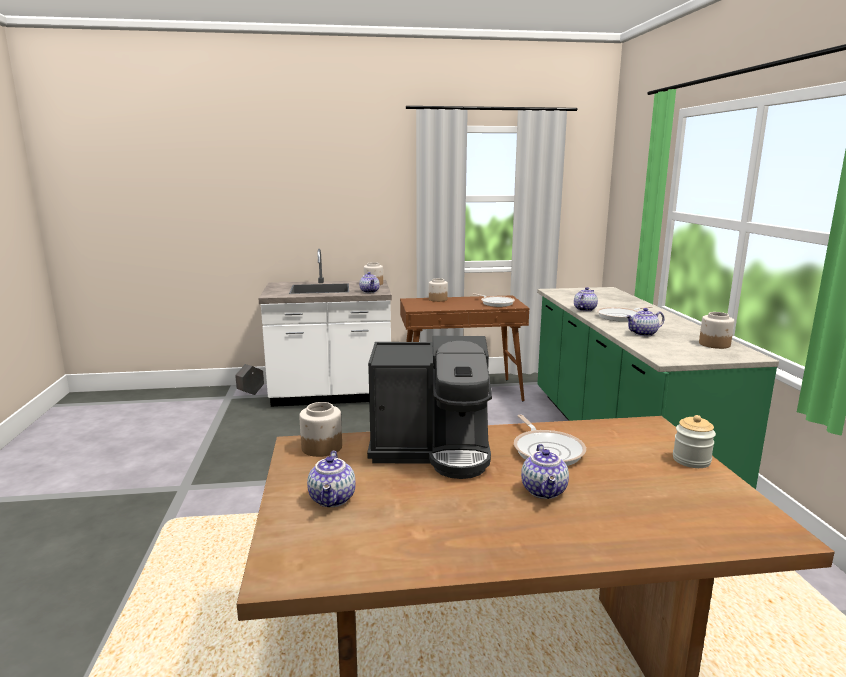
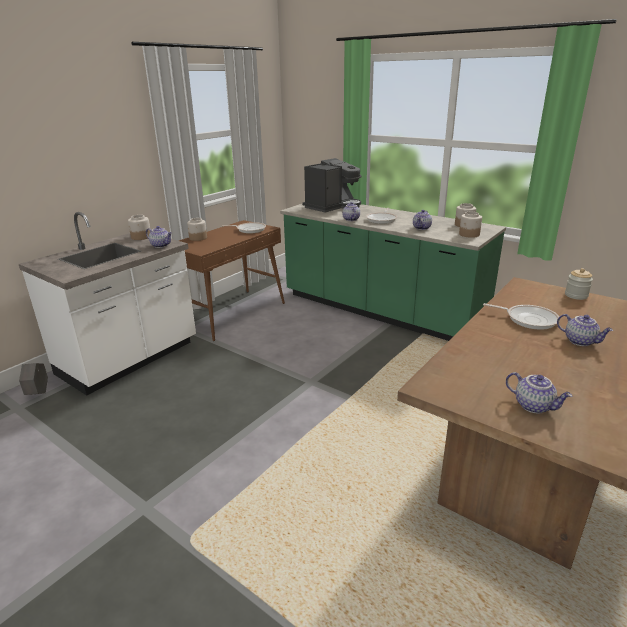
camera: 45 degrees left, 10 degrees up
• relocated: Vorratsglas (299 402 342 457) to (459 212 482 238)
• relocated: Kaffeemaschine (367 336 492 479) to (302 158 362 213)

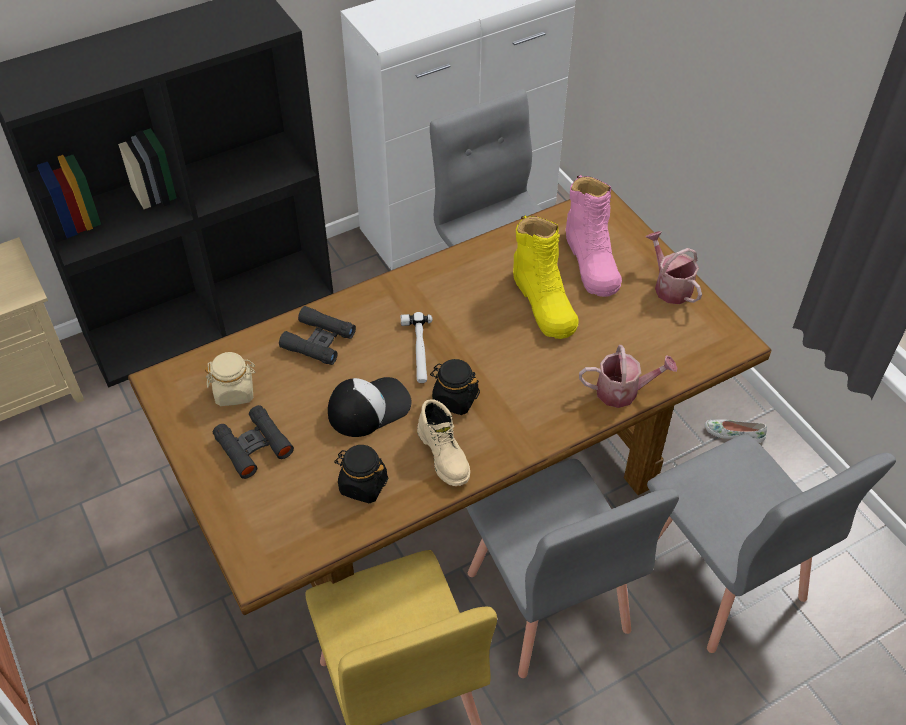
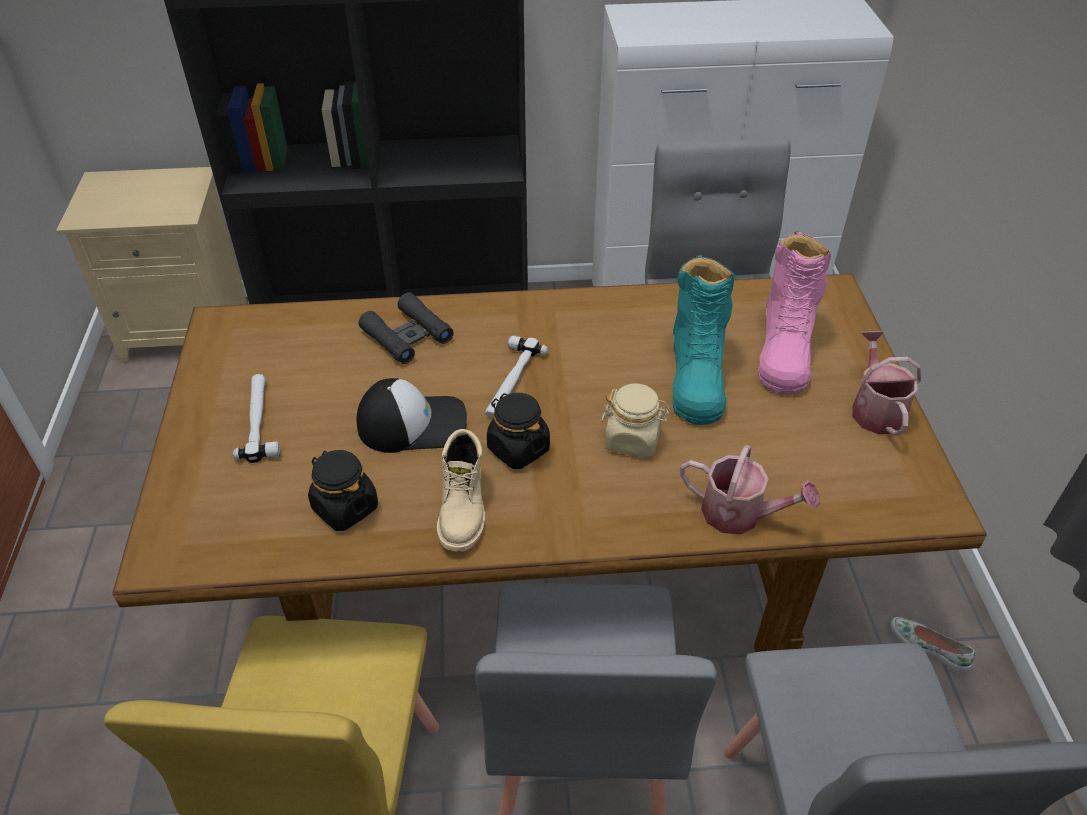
camera: 25 degrees right, 5 degrees down
• relocated: Vorratsglas [beige] (205 352 256 406) to (601 384 671 458)
• exchanged: Fernglas [schwarz] (213 405 294 479) to Hammer (233 374 281 463)
• colour: Stiefel [gelb] (513 215 579 339) to Stiefel [türkis] (673 255 734 425)

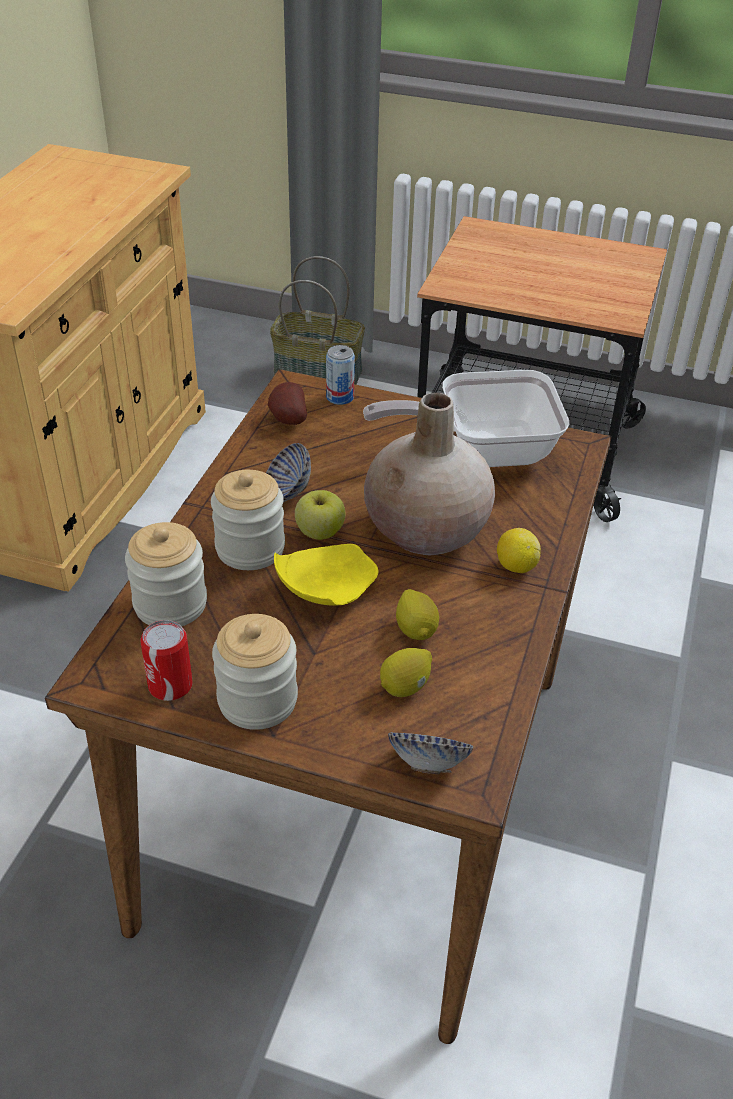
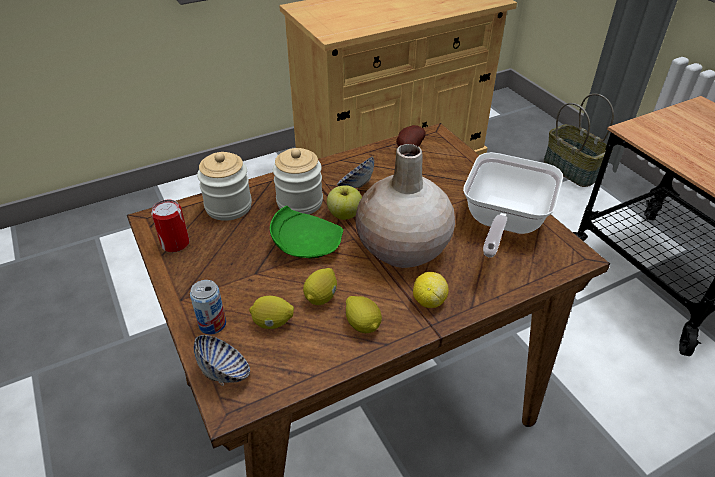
camera: 45 degrees right, 0 degrees up
• missing: Vorratsglas (212 614 298 730)
• colour: Teller [gelb] (274 544 379 606) to Teller [grün] (270 206 343 259)
• relocated: Dose (326 345 355 405) to (190 280 226 334)
• spun: Pfanne (363 370 570 467) = (463 152 563 258) 105 degrees counterclockwise
• appeared: Zitrone (346 296 382 333)

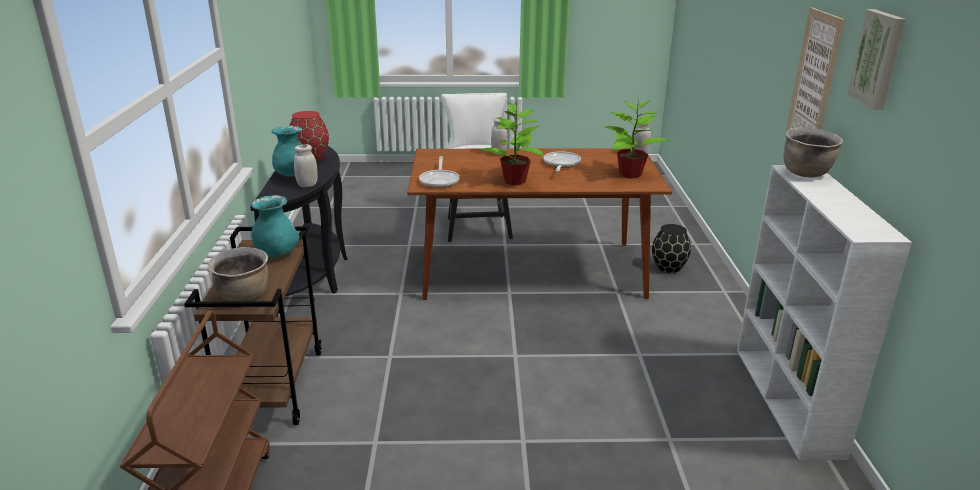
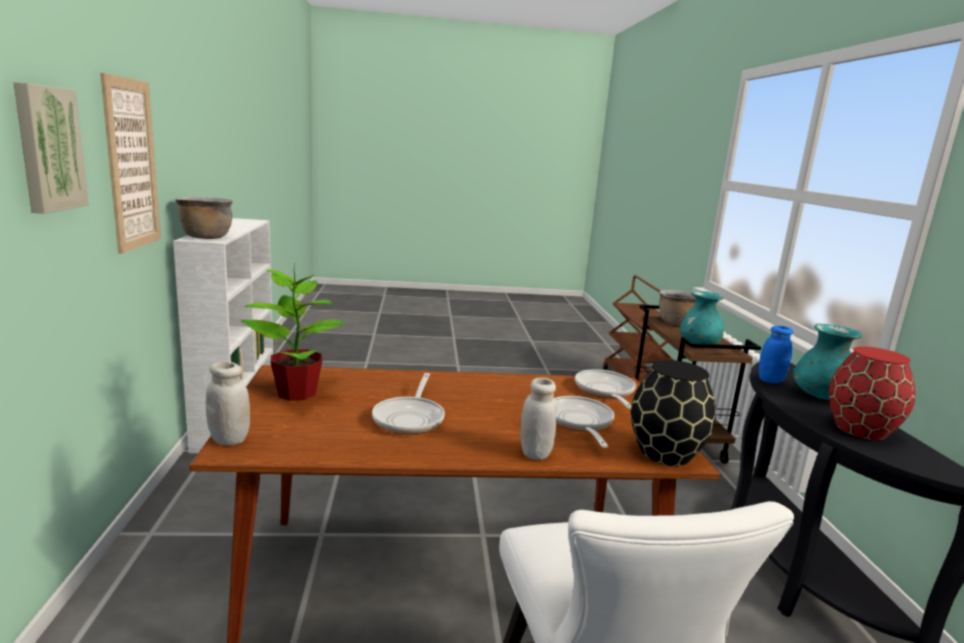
camera: 175 degrees right, 10 degrees down
• colour: Vorratsglas [weiß] (294 144 318 187) to Vorratsglas [blau] (759 326 793 384)
• missing: Topfpflanze (480 103 544 185)
• relocated: Vase [schwarz] (652 224 691 273) to (631 360 716 466)
• relocated: Bild (848 9 906 110) to (14 82 89 214)
• appeared: Pfanne (555 396 614 448)

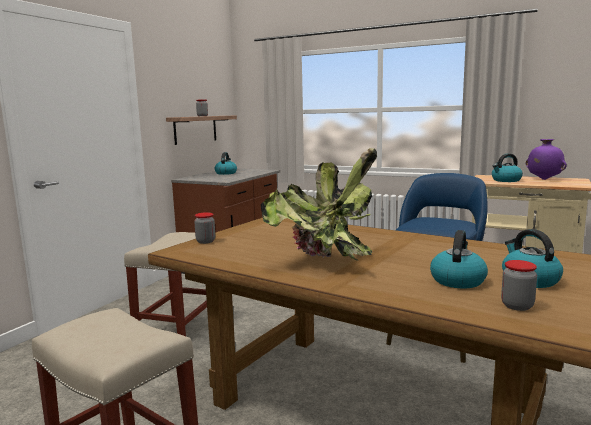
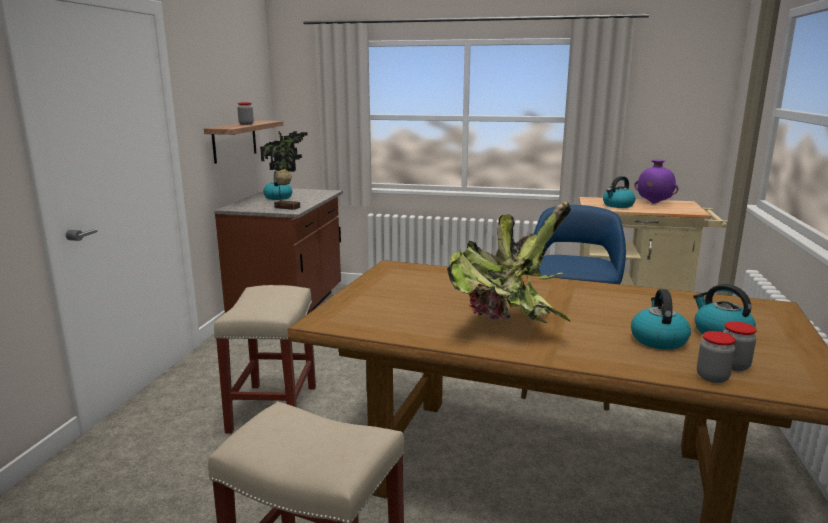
camera: 15 degrees left, 5 degrees up
• relocated: Vorratsglas (194 212 215 244) to (697 331 736 383)
• appeared: Topfpflanze (260 131 308 210)

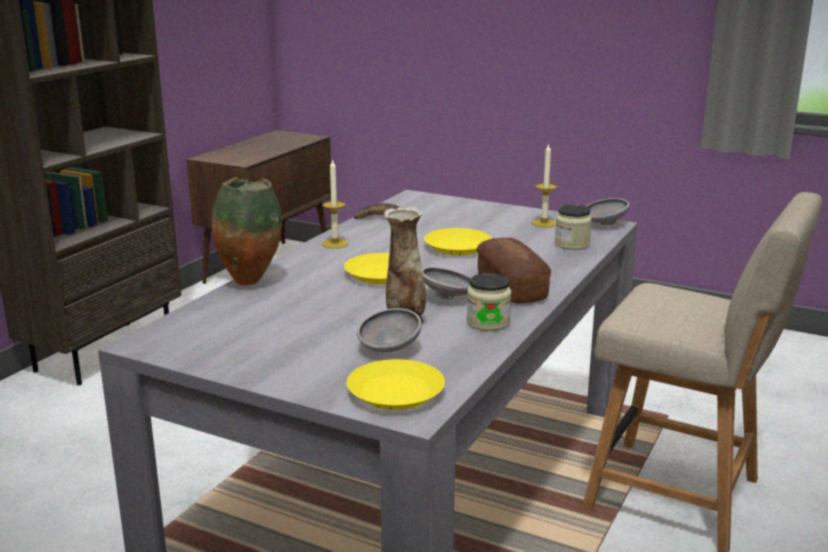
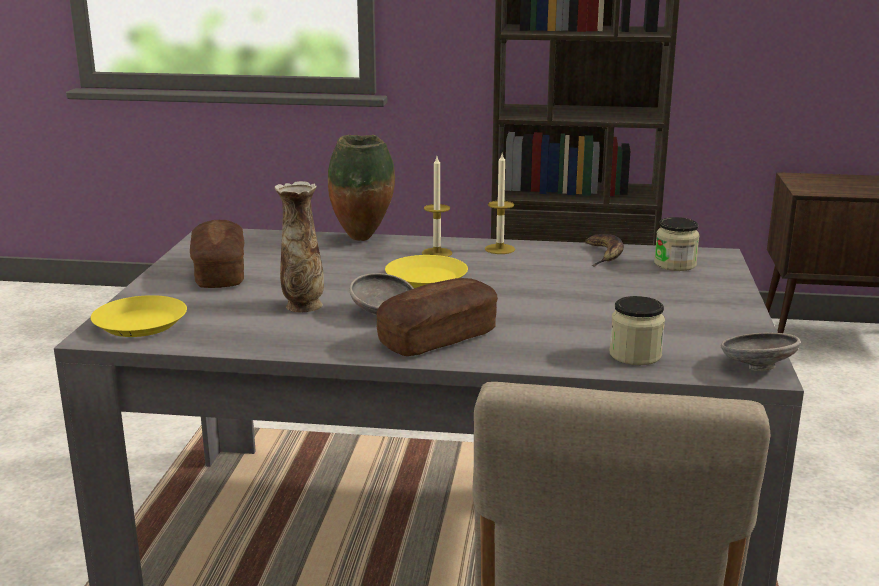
camera: 70 degrees right, 0 degrees up
• missing: Schüssel [grau] (357 308 422 352)
• missing: Teller [gelb] (424 228 492 255)
• relocated: Vorratsglas (467 273 511 331) to (654 217 700 271)
• relocated: Kerze (532 143 557 227) to (422 157 452 257)
• appeared: Brot (190 220 244 288)

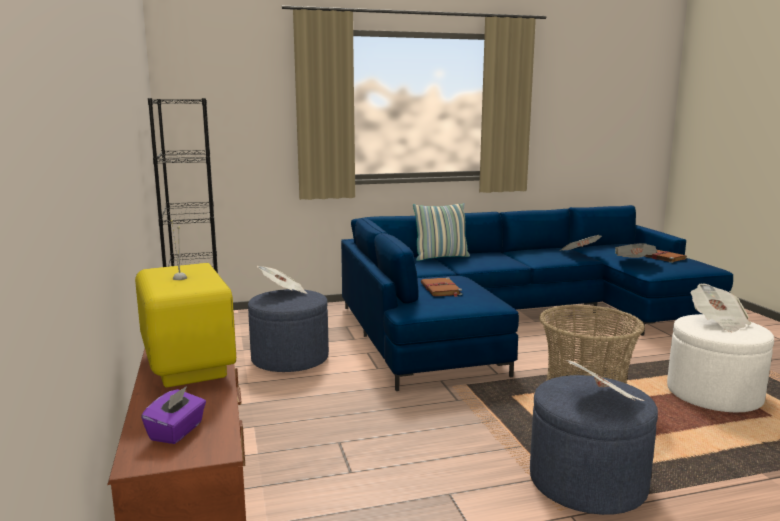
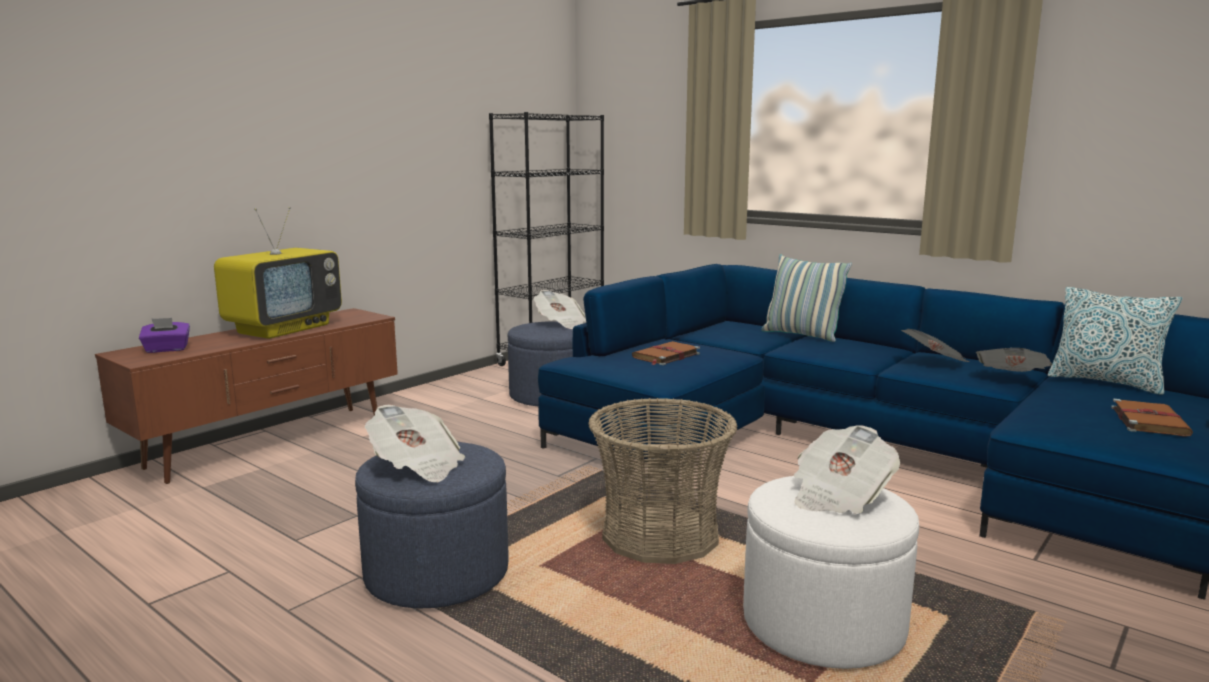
camera: 55 degrees right, 0 degrees up
• relocated: Zeitung (615 243 657 258) to (901 329 970 362)
• appeared: Kissen (1047 287 1183 395)

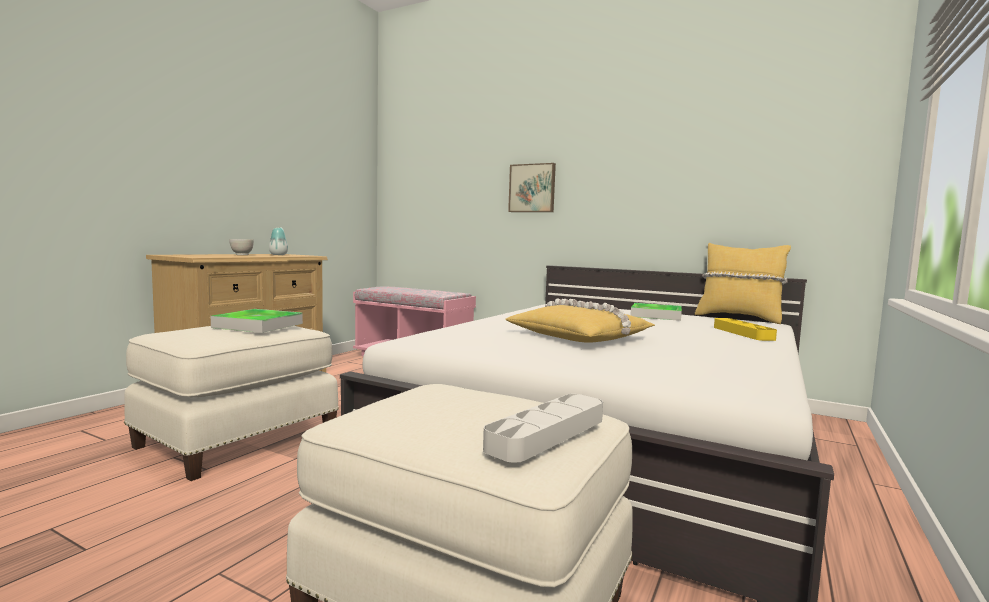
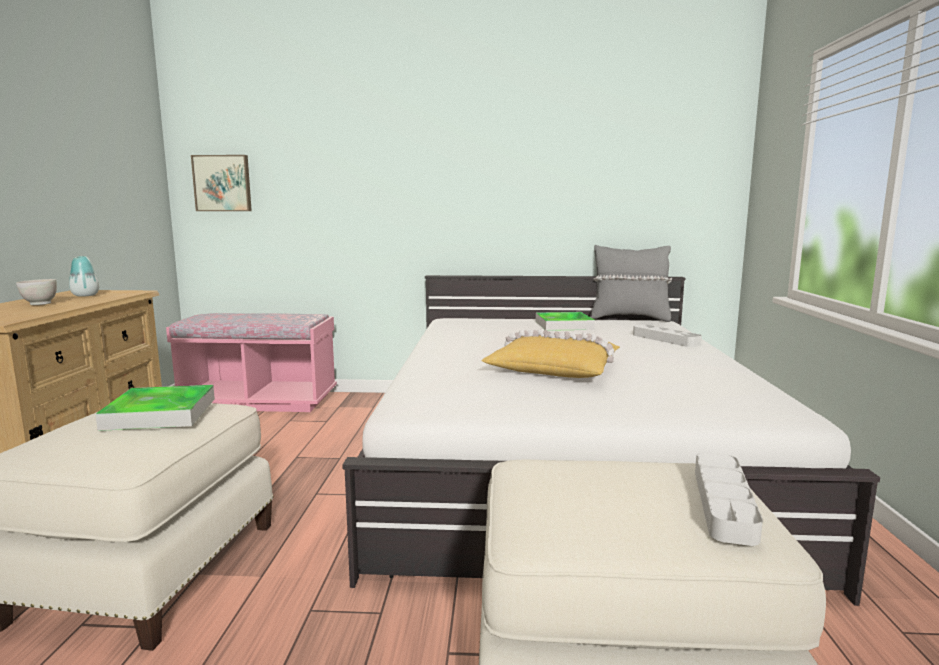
camera: 25 degrees left, 5 degrees up
• relocated: Bild (508 163 556 212) to (191 155 252 211)
• colour: Kissen [gelb] (695 243 791 324) to Kissen [grau] (590 245 672 322)
• colour: Tablett [gelb] (714 318 777 341) to Tablett [grau] (633 324 702 347)

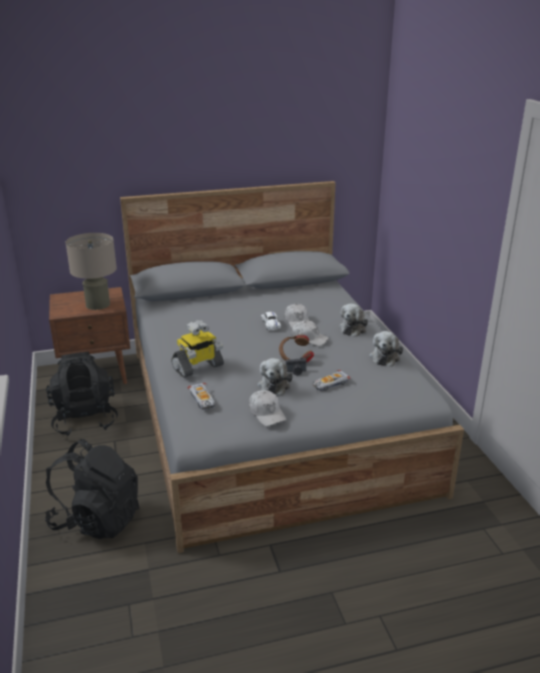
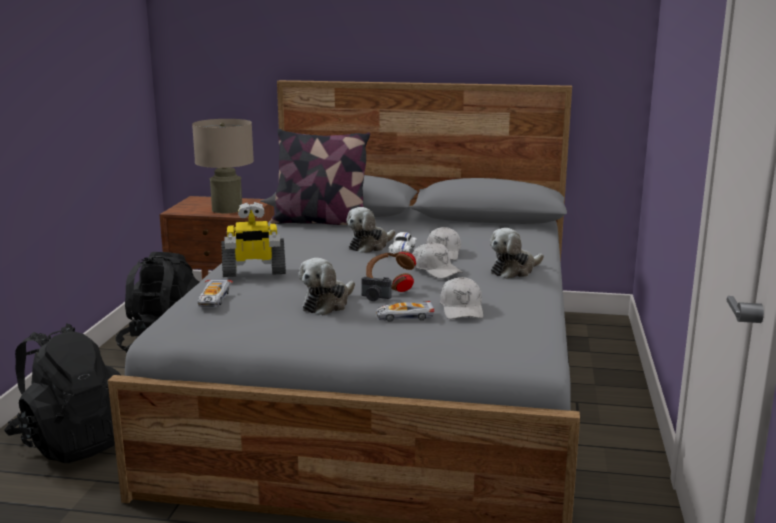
camera: 25 degrees right, 10 degrees down
• relocated: Kappe [weiß] (249 390 286 426) to (440 277 483 319)
• relocated: Plüschtier (369 331 403 366) to (347 207 396 253)
• appeared: Kissen (270 129 370 225)

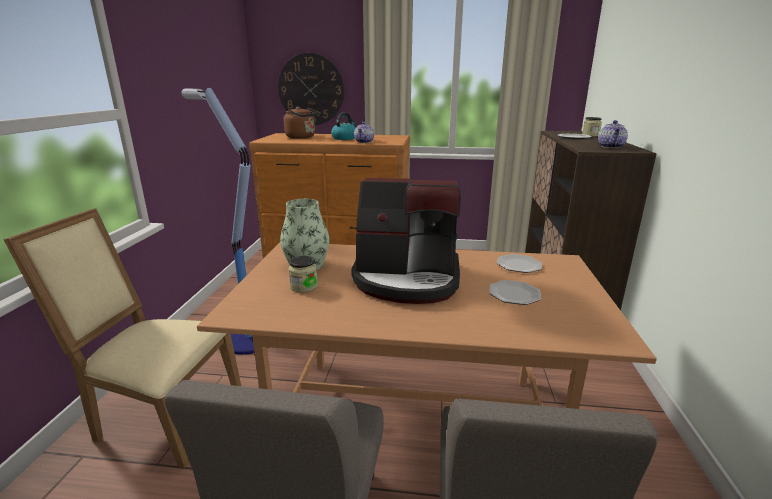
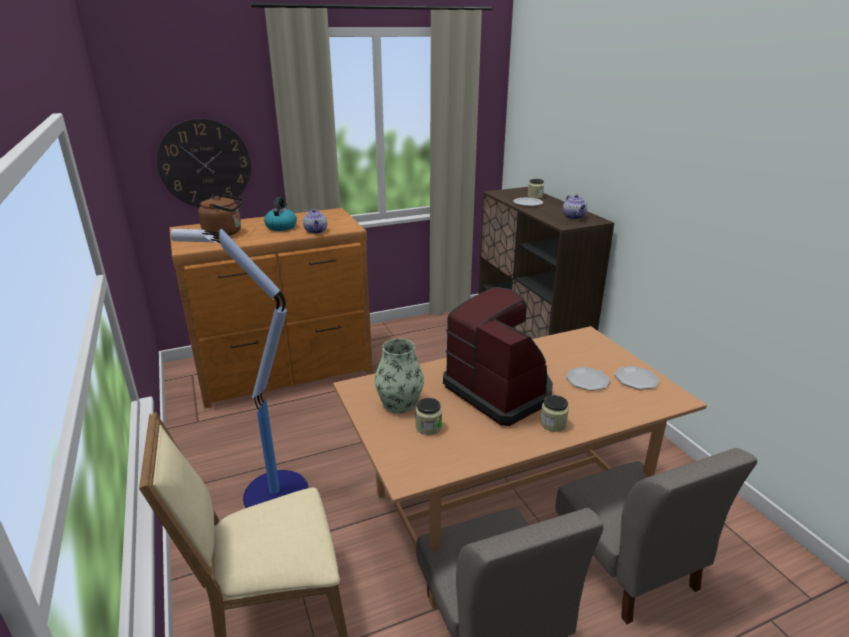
camera: 30 degrees left, 5 degrees up
• spun: Kaffeemaschine (351 178 461 304) = (443 287 553 426) 105 degrees counterclockwise
• relocated: Teller (497 254 542 273) to (615 366 660 389)
• appeared: Vorratsglas (540 395 569 432)

